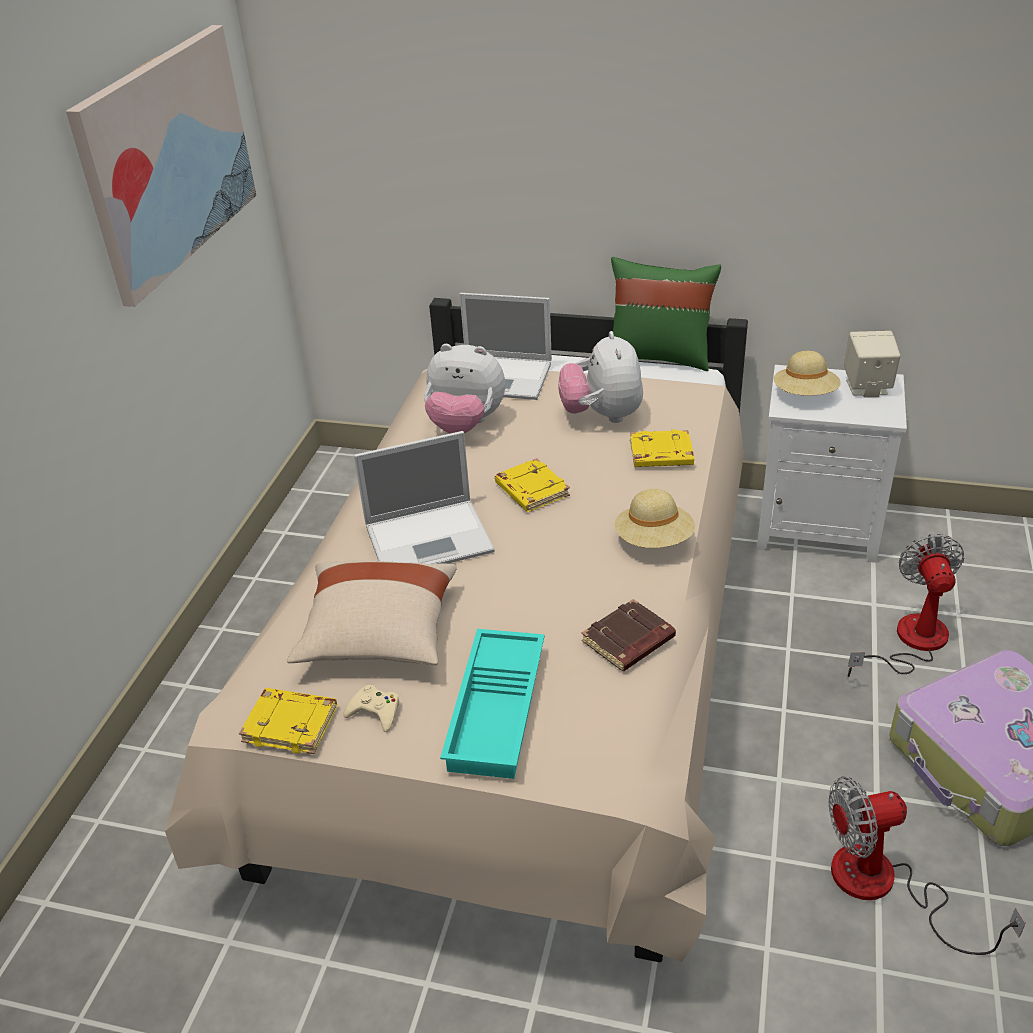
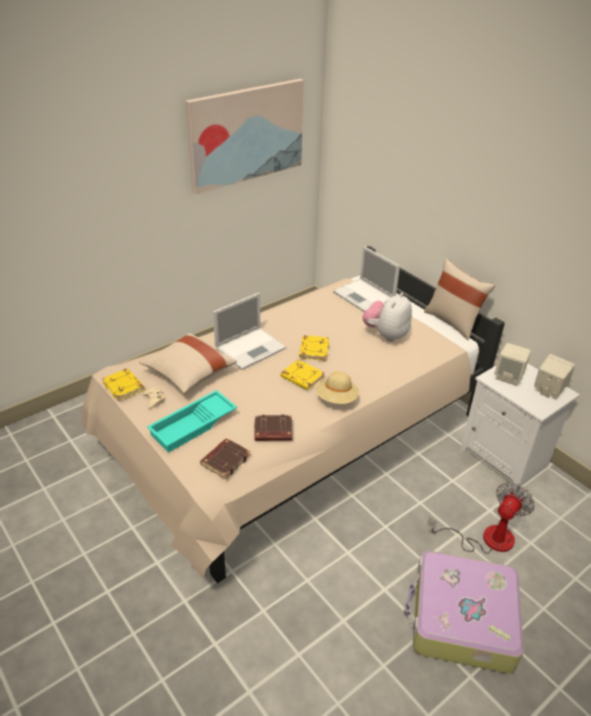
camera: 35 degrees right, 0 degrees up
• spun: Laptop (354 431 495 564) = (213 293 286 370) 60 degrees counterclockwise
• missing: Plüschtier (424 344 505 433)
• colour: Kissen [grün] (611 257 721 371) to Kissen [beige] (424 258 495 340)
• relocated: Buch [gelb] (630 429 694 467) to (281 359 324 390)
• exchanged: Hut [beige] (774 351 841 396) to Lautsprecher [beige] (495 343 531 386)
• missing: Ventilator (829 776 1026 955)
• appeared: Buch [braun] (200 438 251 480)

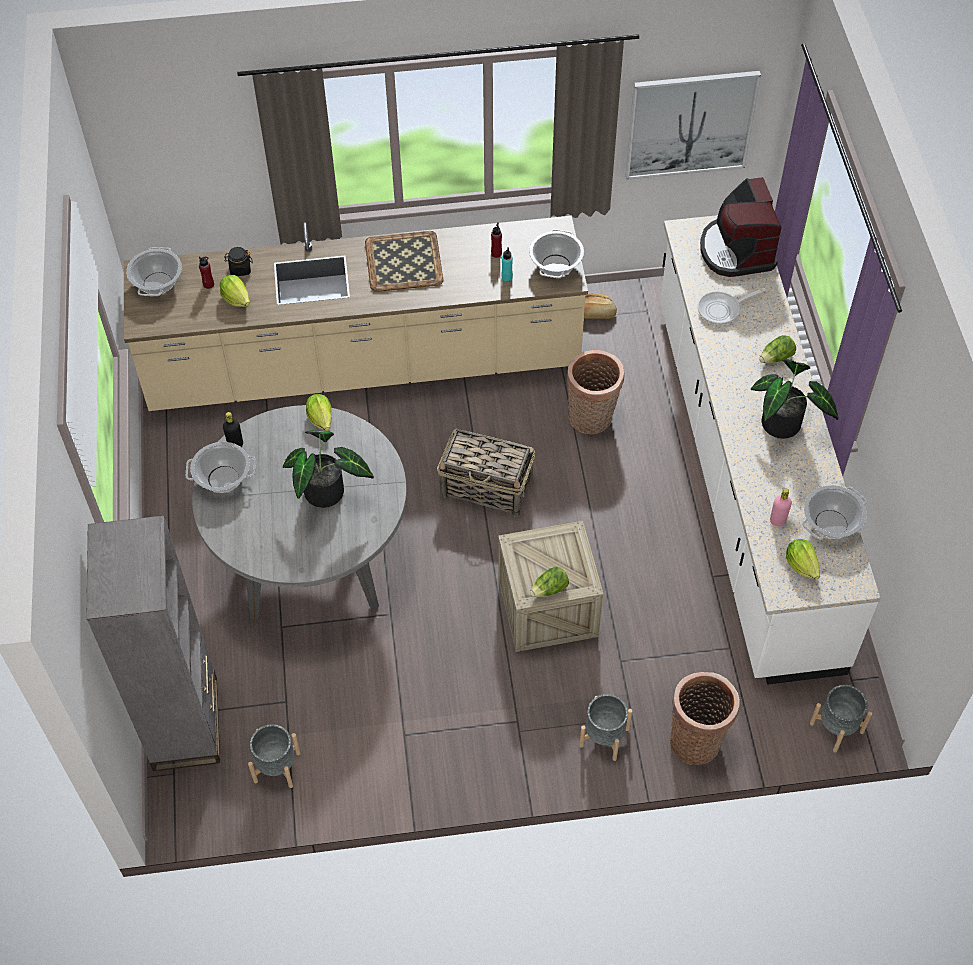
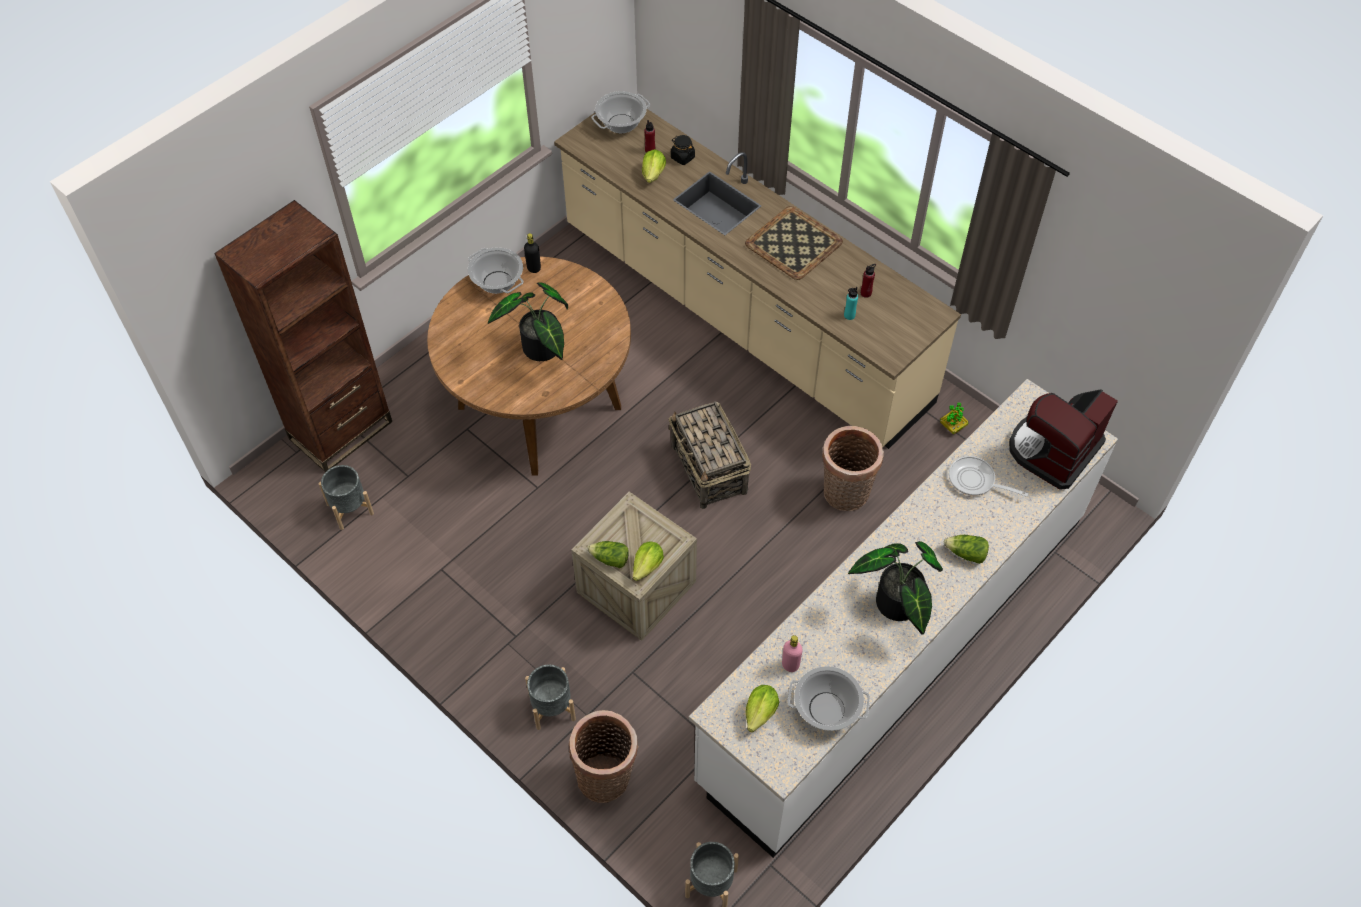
camera: 50 degrees right, 0 degrees up
• colour: Bücherregal [grau] (86 515 220 771) to Bücherregal [braun] (214 200 392 472)
• colour: Esstisch [grau] (192 405 407 621) to Esstisch [braun] (427 257 631 476)
• relocated: Salatkopf (306 394 332 431) to (633 542 664 581)
• missing: Kochtopf (529 229 584 278)
• exchanged: Brot (584 293 617 319) to Topfpflanze (940 402 968 434)
• missing: Bild (626 71 761 180)

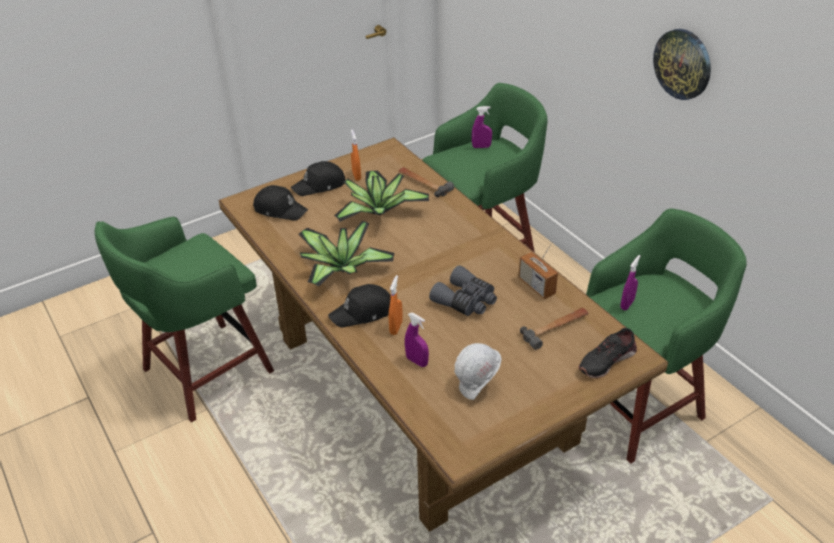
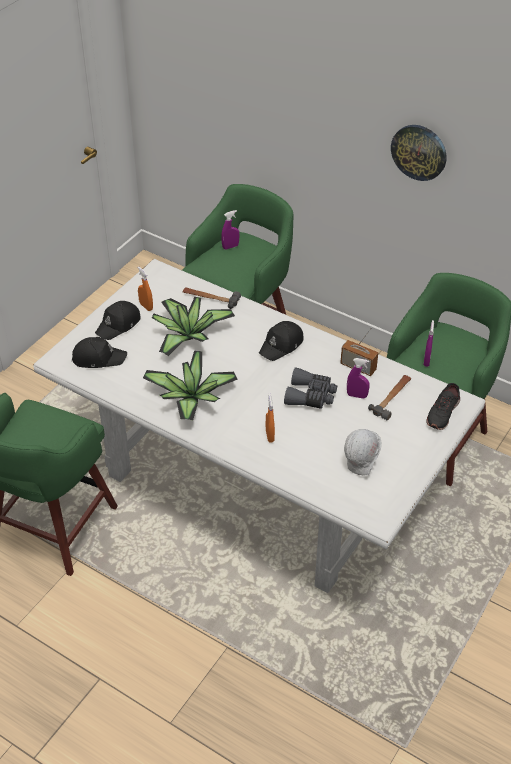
camera: 25 degrees left, 5 degrees up
• colour: Esstisch [braun] (219 137 668 532) to Esstisch [weiß] (33 259 485 593)
• relocated: Kappe [schwarz] (328 284 391 327) to (259 321 303 361)
• relocated: Sprühflasche [lila] (405 313 429 367) to (347 358 370 399)

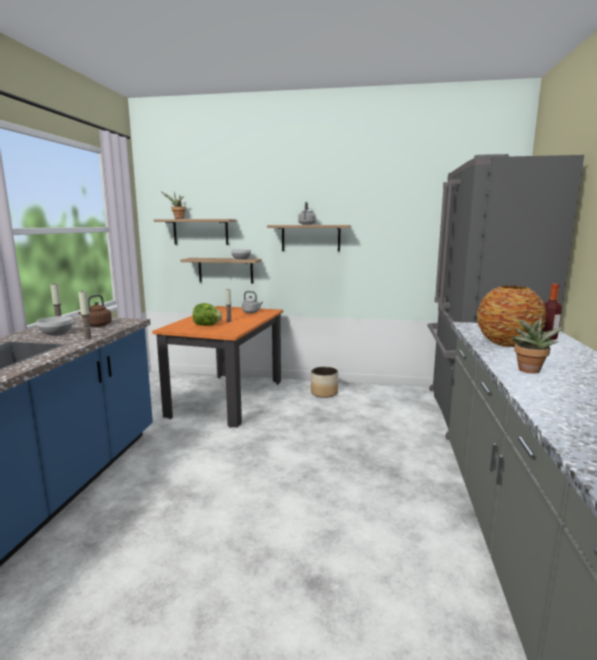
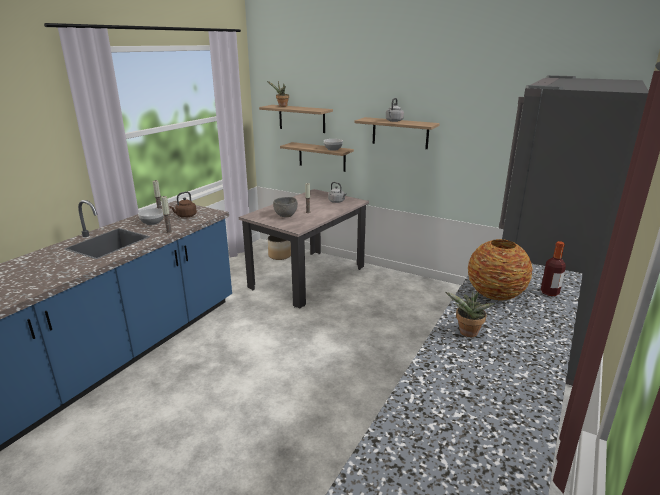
camera: 20 degrees right, 10 degrees up
• colour: Esstisch [orange] (152 306 283 428) to Esstisch [beige] (239 189 369 309)
• exchanged: Salatkopf (193 303 222 326) to Schüssel [grau] (273 197 298 217)
• relocated: Pflanzkübel (311 367 338 398) to (268 235 291 260)

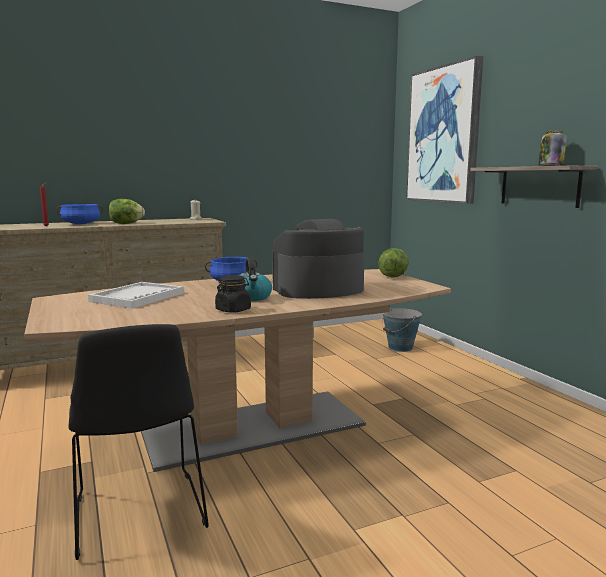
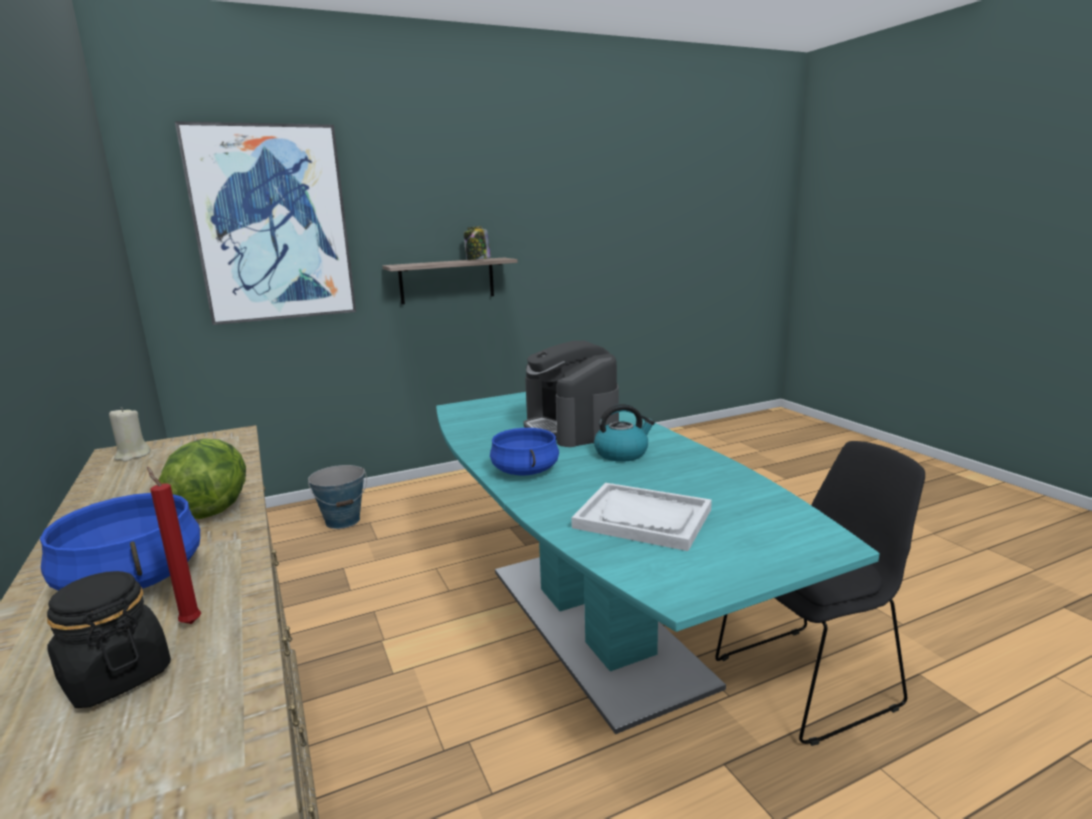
camera: 90 degrees left, 5 degrees up
• colour: Esstisch [braun] (24 269 451 472) to Esstisch [türkis] (436 392 880 734)
• relocated: Vorratsglas [schwarz] (215 275 251 313) to (47 571 171 708)
• missing: Salatkopf (378 248 409 278)

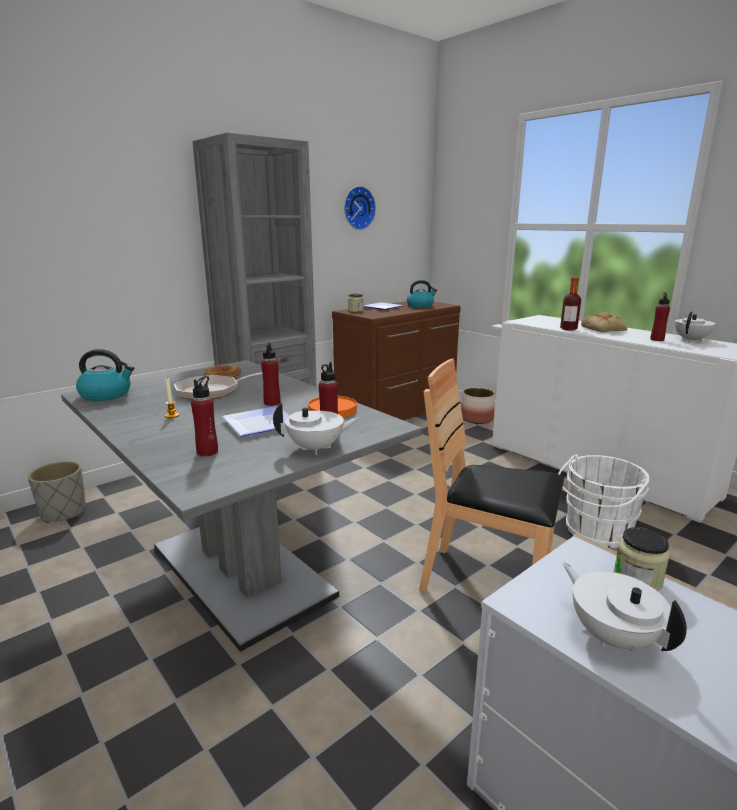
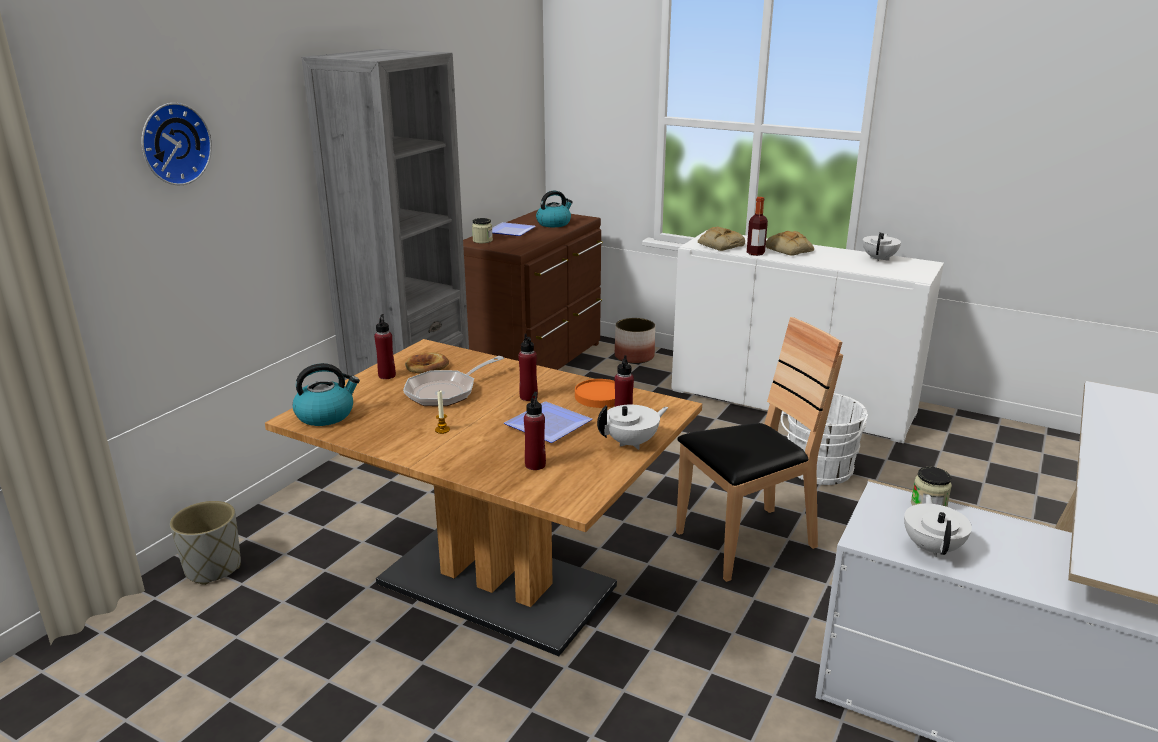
camera: 20 degrees left, 5 degrees up
• colour: Esstisch [grau] (61 360 422 652) to Esstisch [braun] (265 339 702 656)
• relocated: Wanduhr (344 186 376 230) to (142 103 212 185)
• spun: Stuhl [braun] (419 359 564 592) = (676 317 843 582) 150 degrees clockwise
• spun: Teekanne [weiß] (563 563 687 651) = (904 494 972 557) 60 degrees clockwise
• relocated: Flasche [rot] (650 292 670 341) to (374 314 396 379)
• appeared: Brot (698 227 745 251)

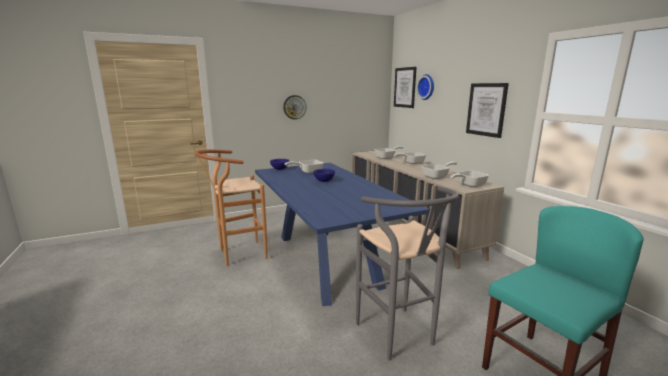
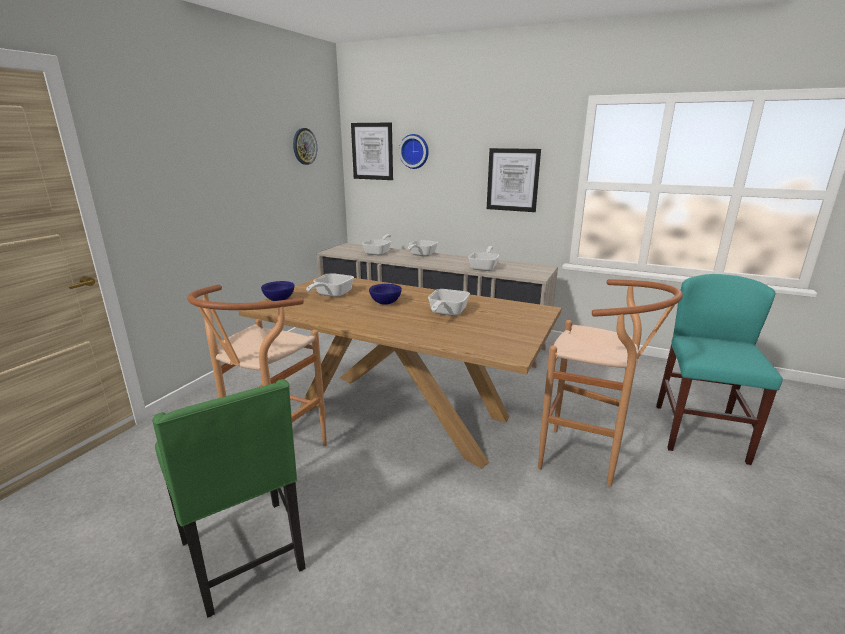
camera: 40 degrees left, 5 degrees up
• colour: Esstisch [blau] (255 163 430 306) to Esstisch [braun] (238 274 561 469)
• relocated: Wanduhr (283 95 307 120) to (293 128 317 165)
• colour: Hocker [grau] (356 186 459 360) to Hocker [braun] (538 279 683 487)
• relocated: Pfanne (450 171 489 187) to (428 289 470 316)
• appeared: Stuhl [grün] (152 379 306 618)

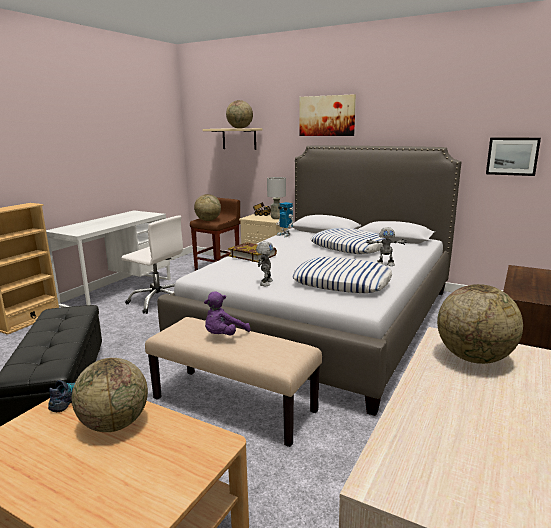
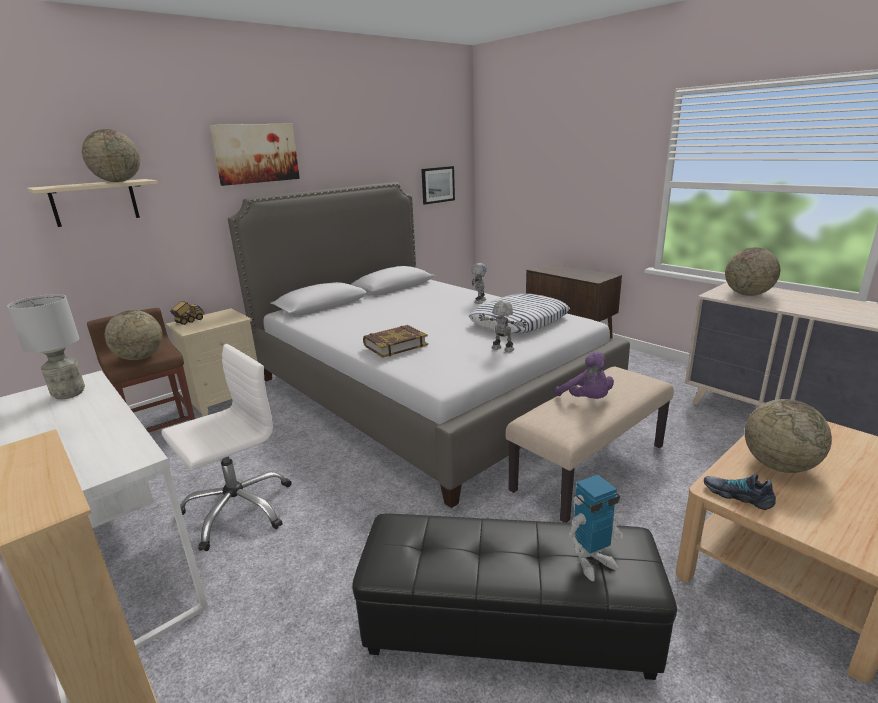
camera: 70 degrees left, 5 degrees up
• relocated: Tischlampe [grau] (267 177 286 219) to (7 294 85 400)
• relocated: Spielzeugroboter (276 202 294 237) to (568 475 623 581)
• missing: Kissen (311 228 385 254)

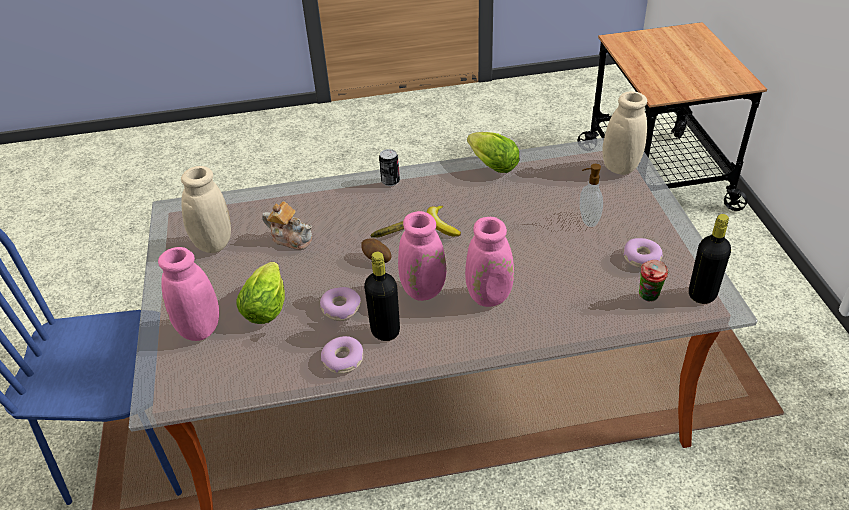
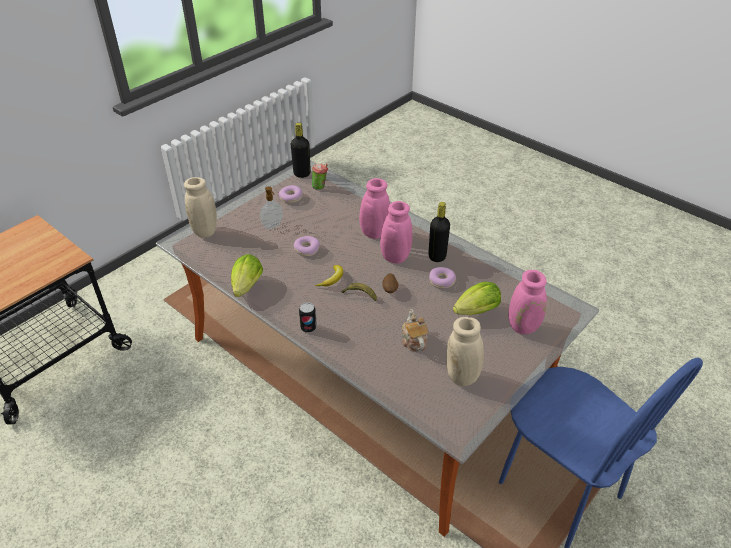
camera: 130 degrees left, 0 degrees up
• relocated: Donut (321 336 363 374) to (294 236 320 257)

